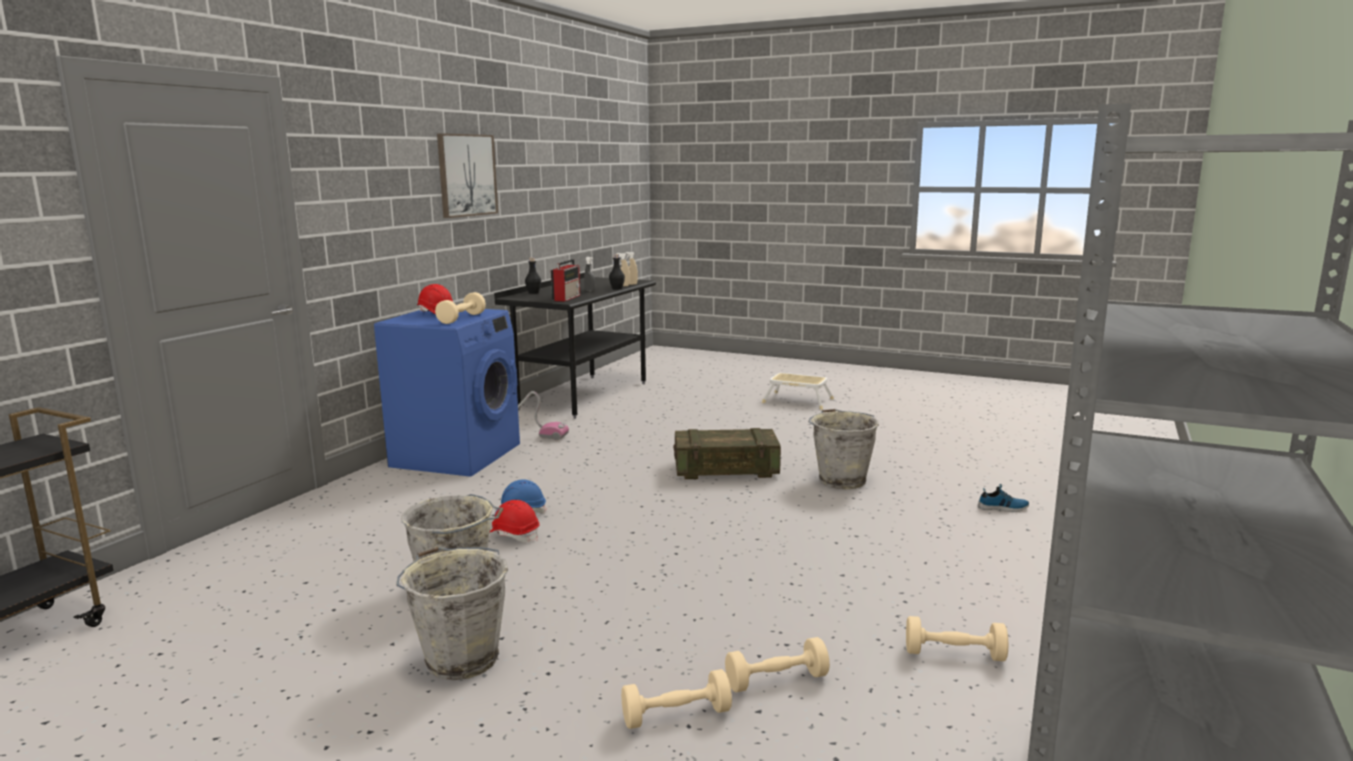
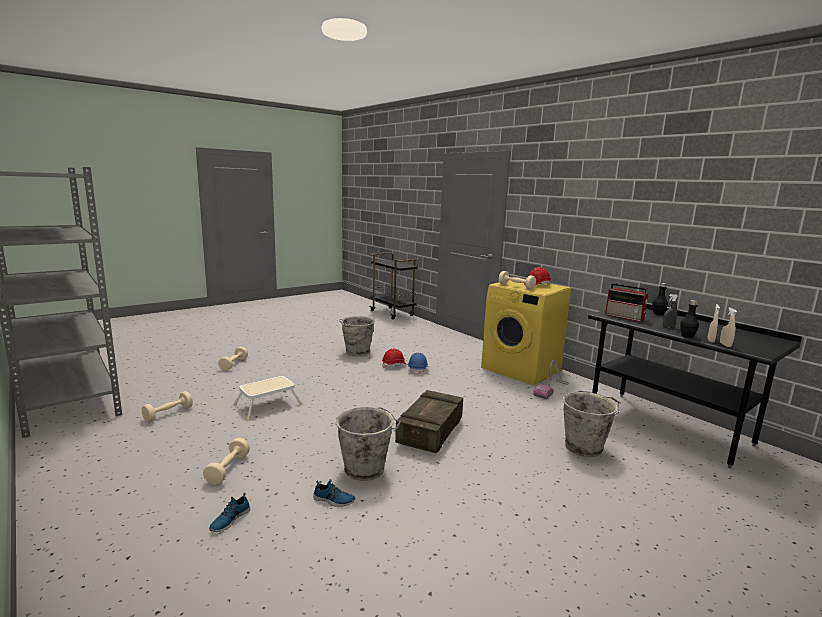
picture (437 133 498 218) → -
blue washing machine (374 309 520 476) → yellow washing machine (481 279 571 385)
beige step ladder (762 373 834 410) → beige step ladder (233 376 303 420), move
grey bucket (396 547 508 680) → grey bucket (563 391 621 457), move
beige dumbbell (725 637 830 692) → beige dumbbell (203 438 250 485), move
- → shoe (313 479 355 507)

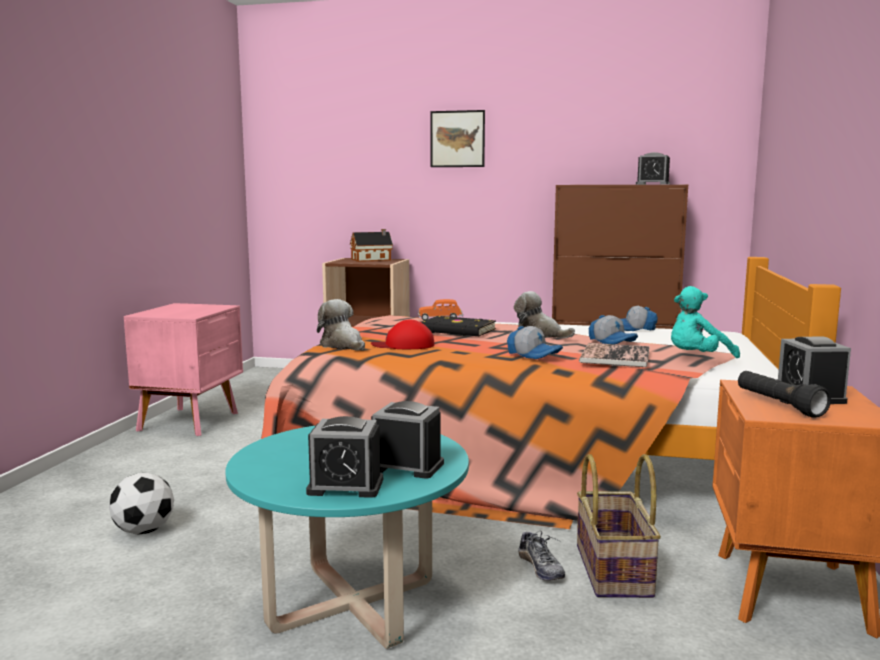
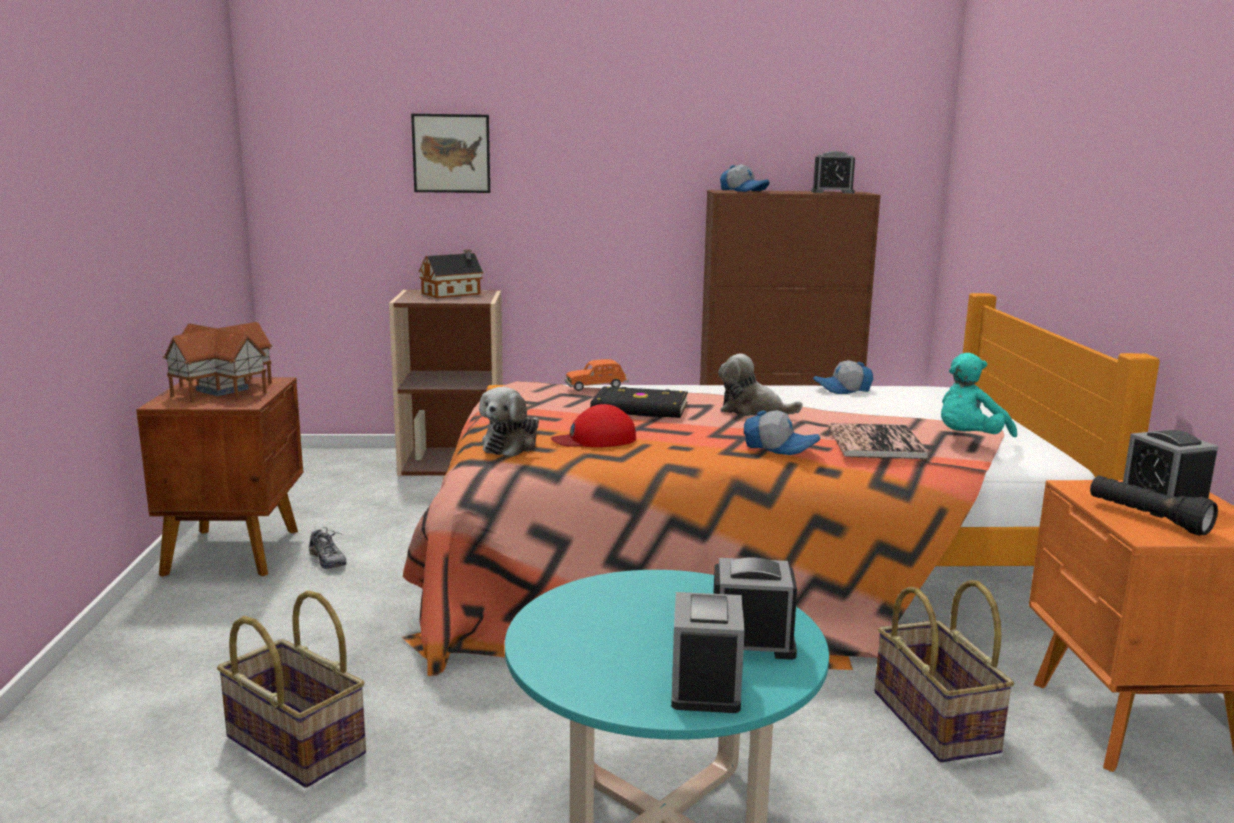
picture (430 110 485 167) → picture (411 114 490 193), move
plush toy (317 299 365 350) → plush toy (479 387 539 457), 105 degrees counterclockwise
pink nightstand (124 303 243 436) → brown nightstand (136 377 303 577)
cap (589 315 638 344) → cap (720 164 770 192), move
alarm clock (306 416 383 498) → alarm clock (671 592 745 713), 75 degrees counterclockwise
football (109 473 174 535) → basket (217 590 366 788)
shoe (518 528 565 581) → shoe (309 527 347 569), move
- → toy house (163 322 272 402)

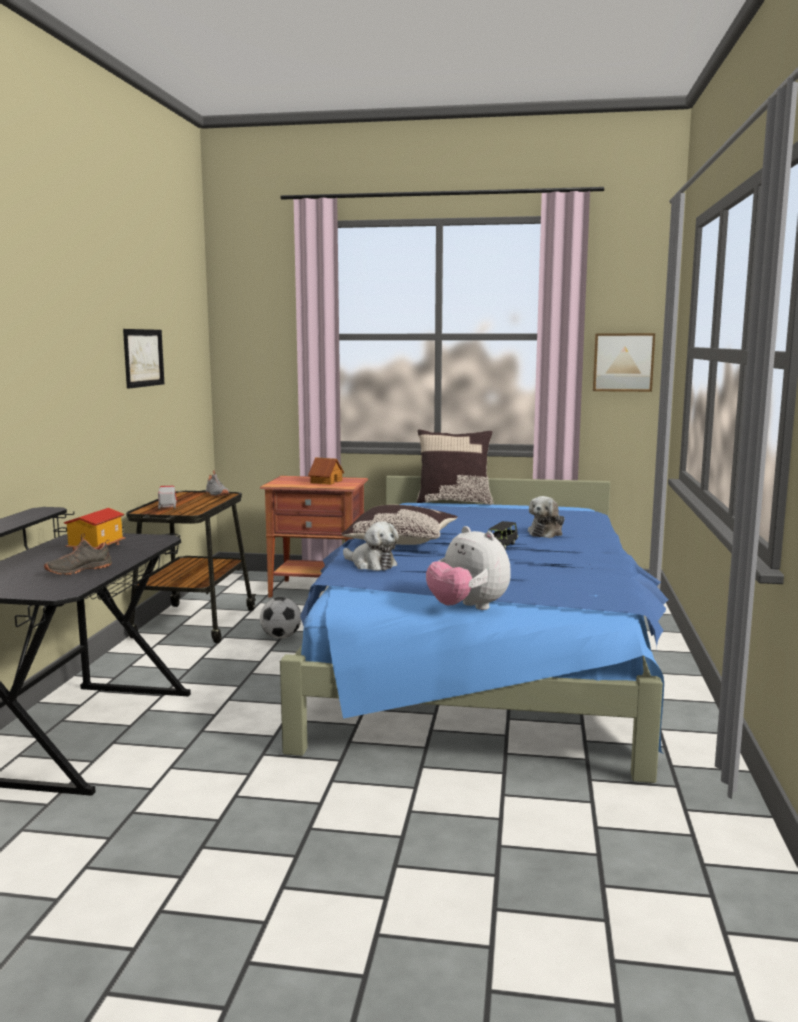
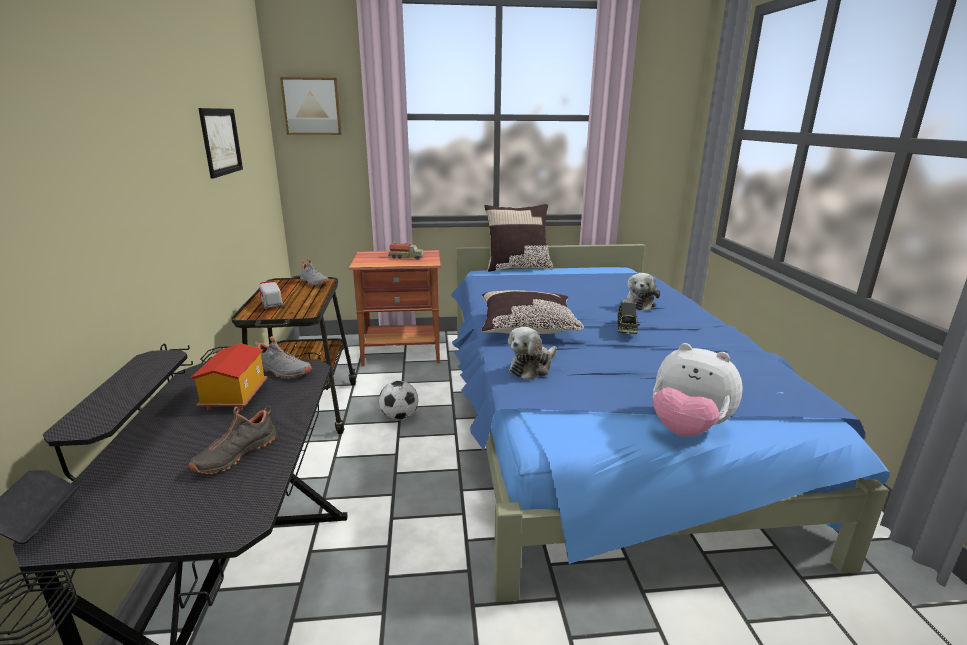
picture (593 333 655 392) → picture (280 77 342 135), move
toy house (308 457 344 485) → toy truck (388 242 424 260)
plush toy (343 522 399 571) → plush toy (508 327 557 380), 105 degrees clockwise
- → grey shoe (255 336 312 379)

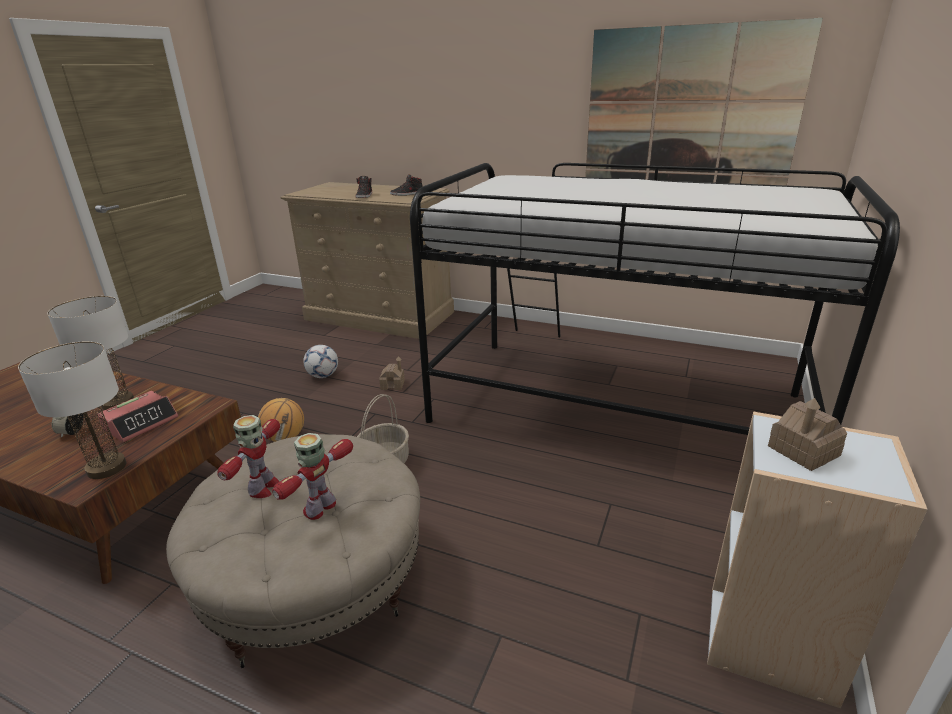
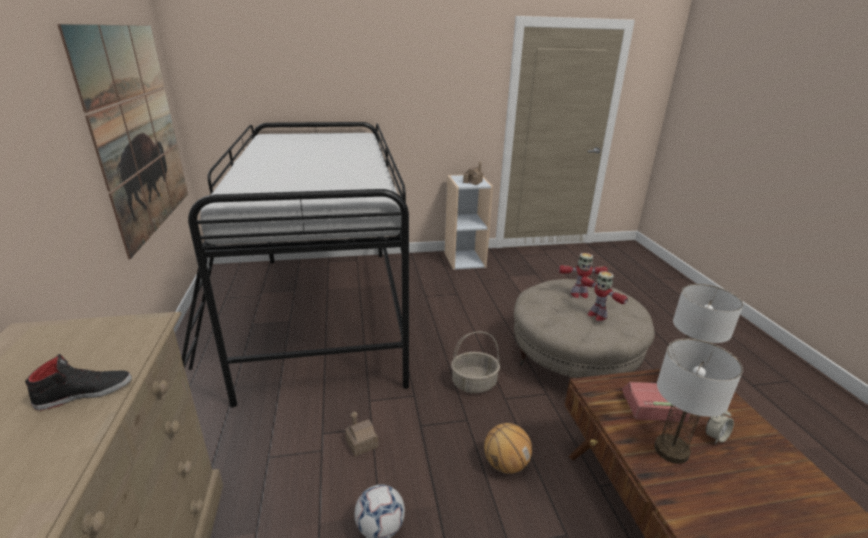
black shoe (390 174 423 196) → -
toy robot (217 415 280 498) → toy robot (581 271 628 321), 105 degrees counterclockwise

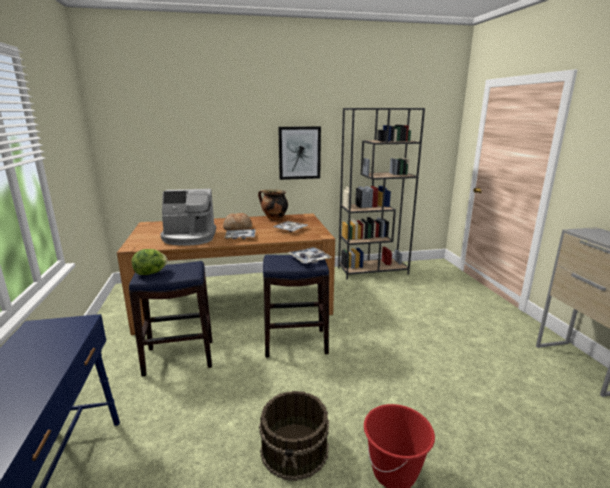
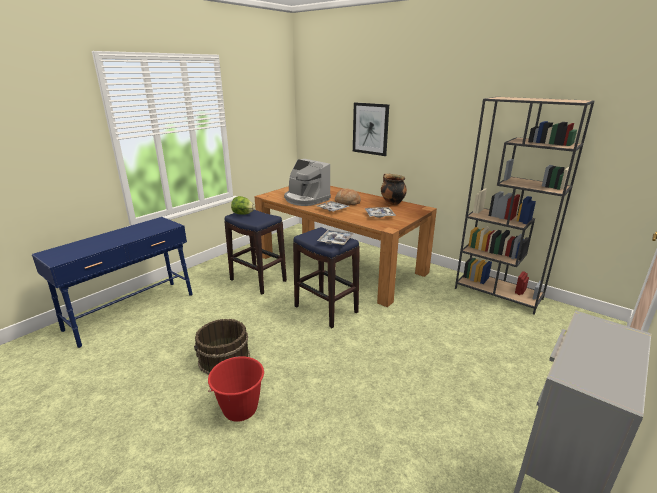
picture (278 126 321 180) → picture (353 102 389 156), move

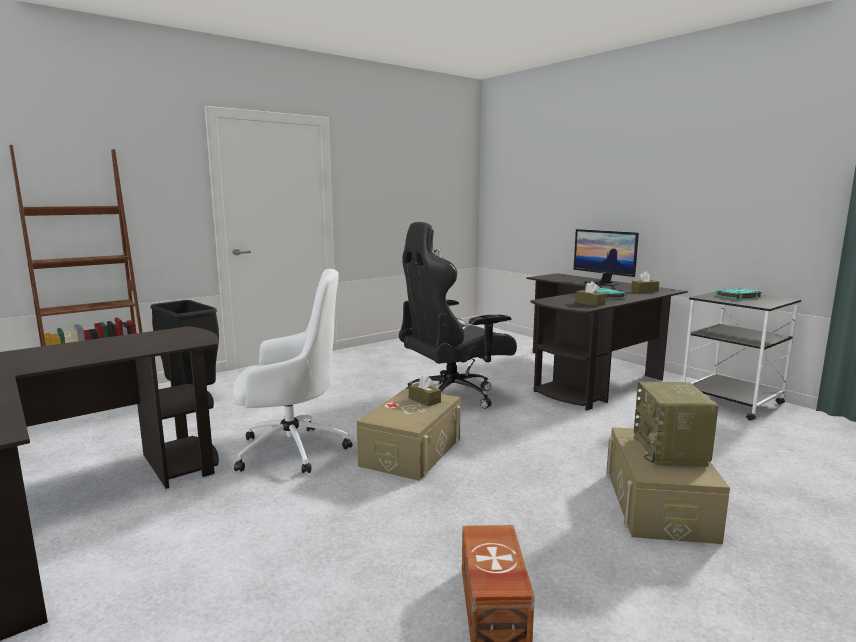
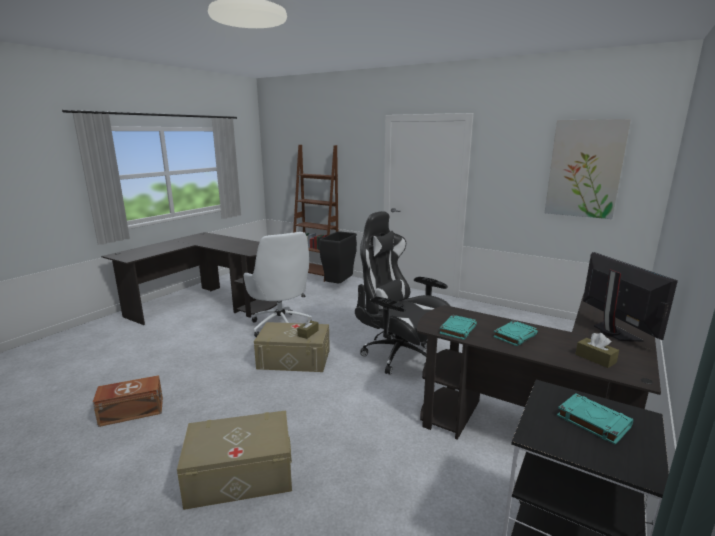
monitor (574 229 639 287) → monitor (583 252 678 342), 135 degrees clockwise
brown tissue box (575 281 606 306) → turquoise book (439 315 477 340)
radio (634 382 719 467) → -
- → picture (545 119 631 219)

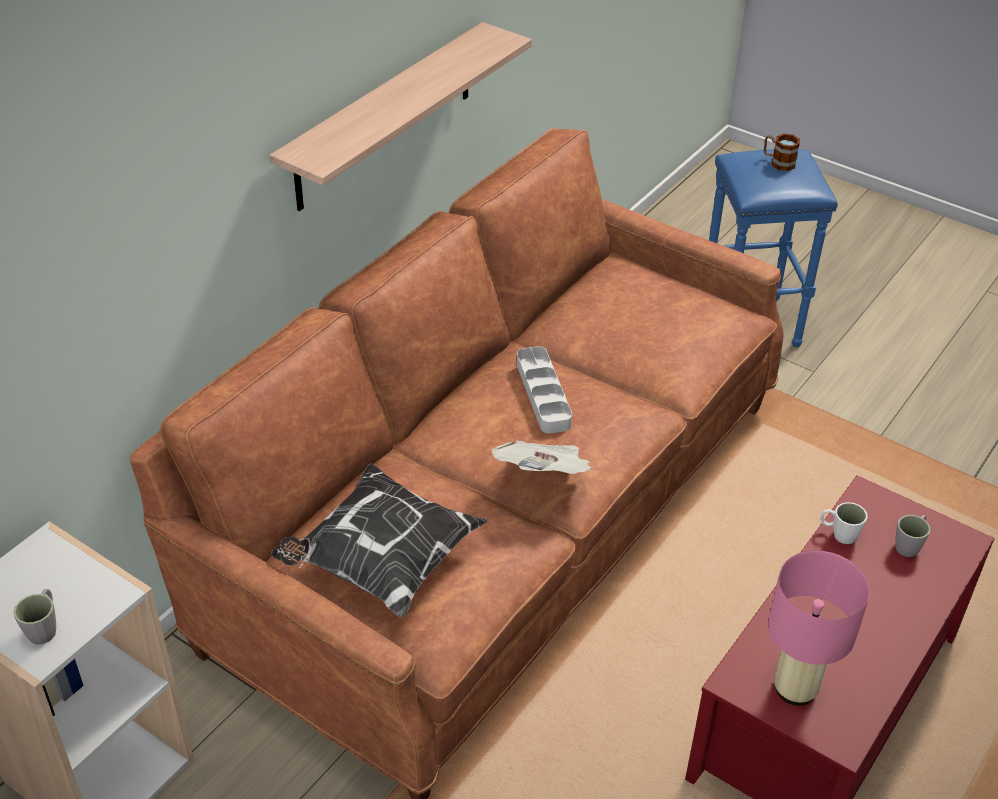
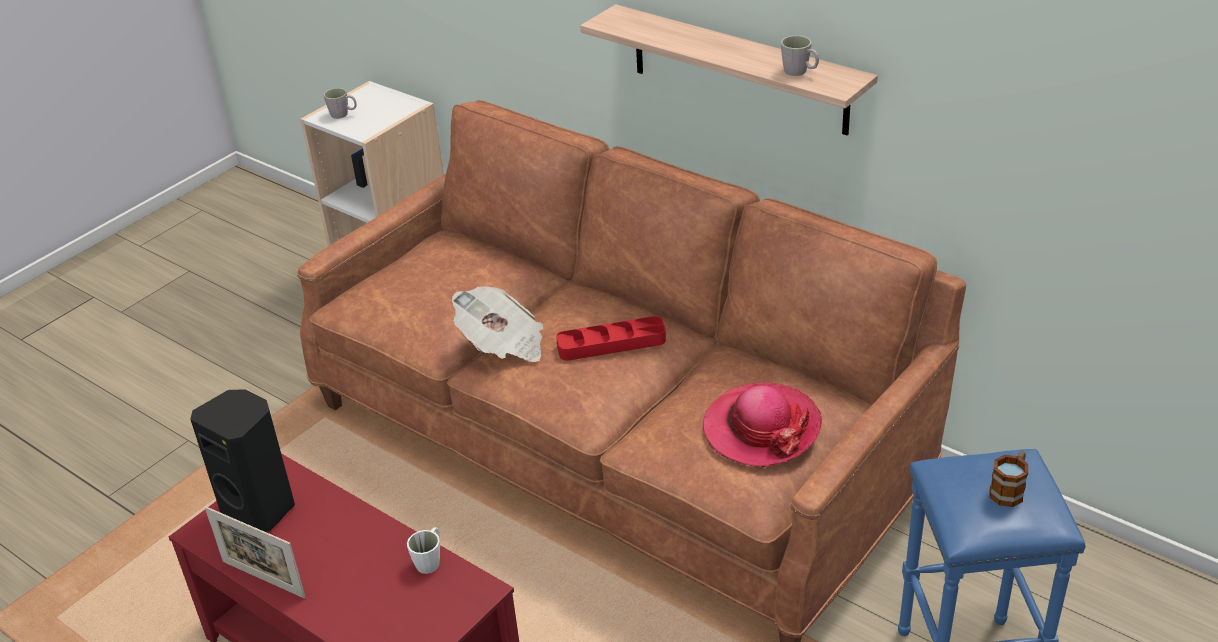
grey tray (517 346 572 433) → red tray (556 316 666 361)
pillow (271 464 488 617) → -
grey mug (895 515 931 557) → grey mug (781 35 819 76), move
pink table lamp (768 550 870 706) → black speaker (190 389 295 532)
- → hat (703 383 822 467)
- → picture frame (205 507 306 598)

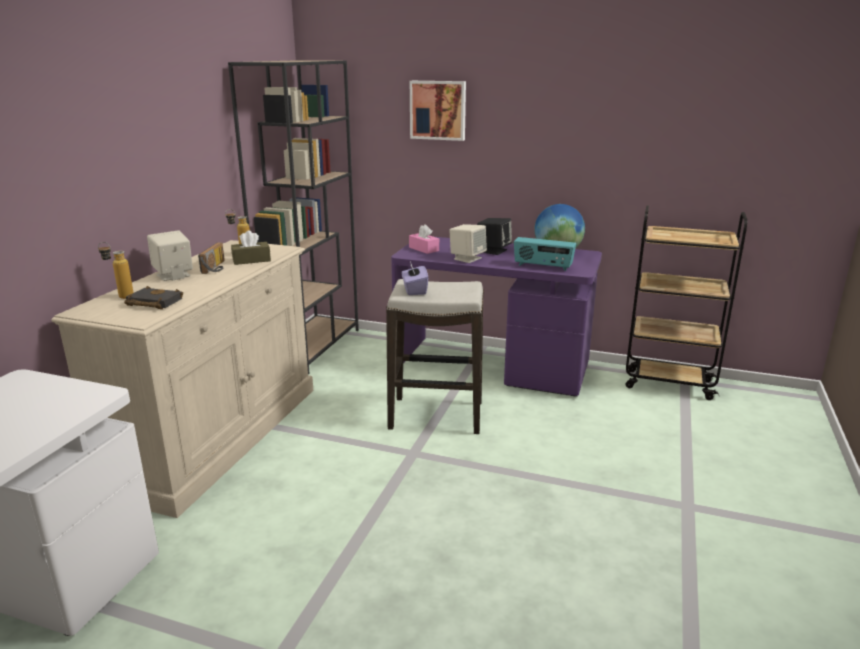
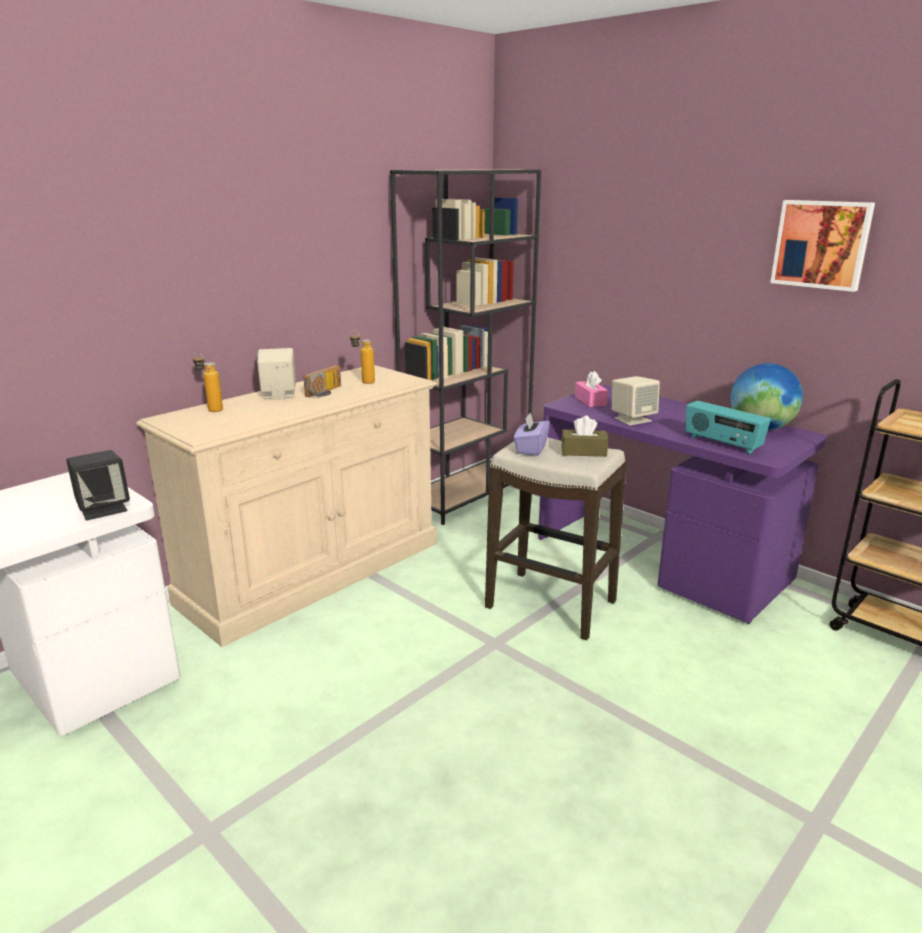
picture (410 81 466 141) → picture (770 200 875 292), move
black speaker (477 218 512 255) → black speaker (66 450 130 520), move
brown tissue box (231 230 271 265) → brown tissue box (561 416 608 457), move
black book (124 286 183 309) → -

